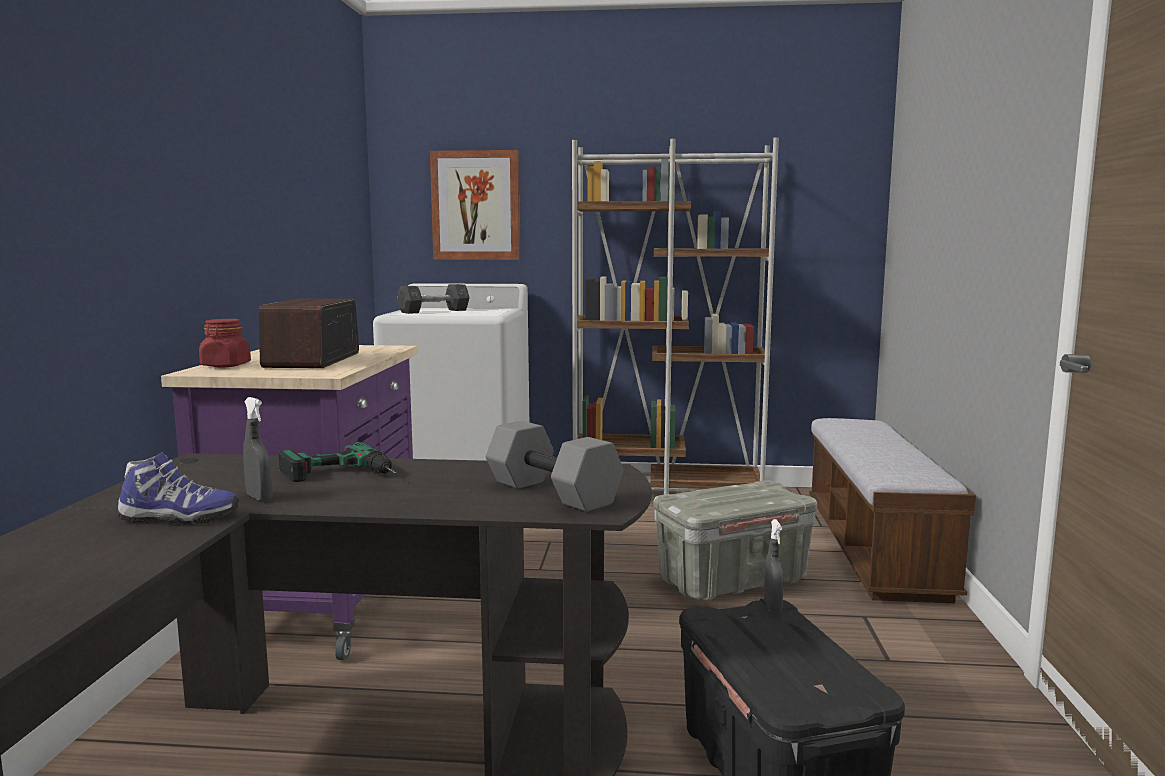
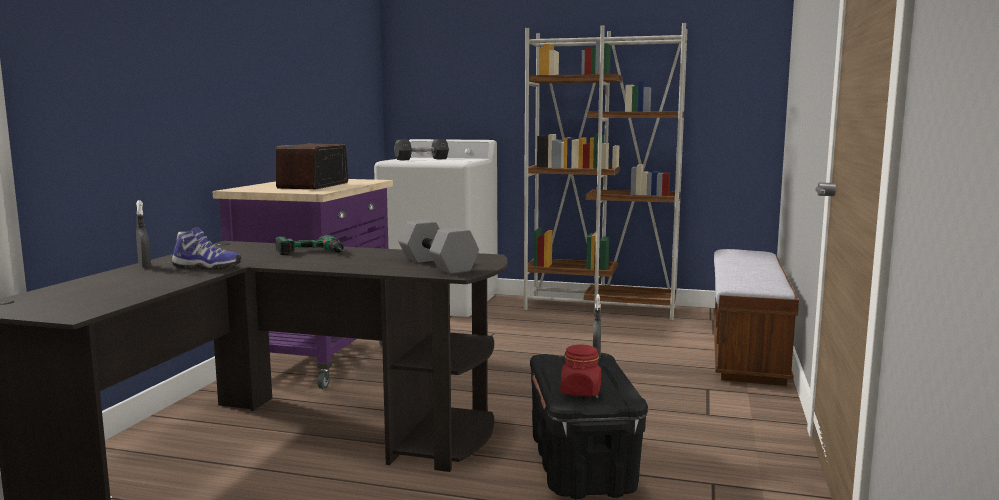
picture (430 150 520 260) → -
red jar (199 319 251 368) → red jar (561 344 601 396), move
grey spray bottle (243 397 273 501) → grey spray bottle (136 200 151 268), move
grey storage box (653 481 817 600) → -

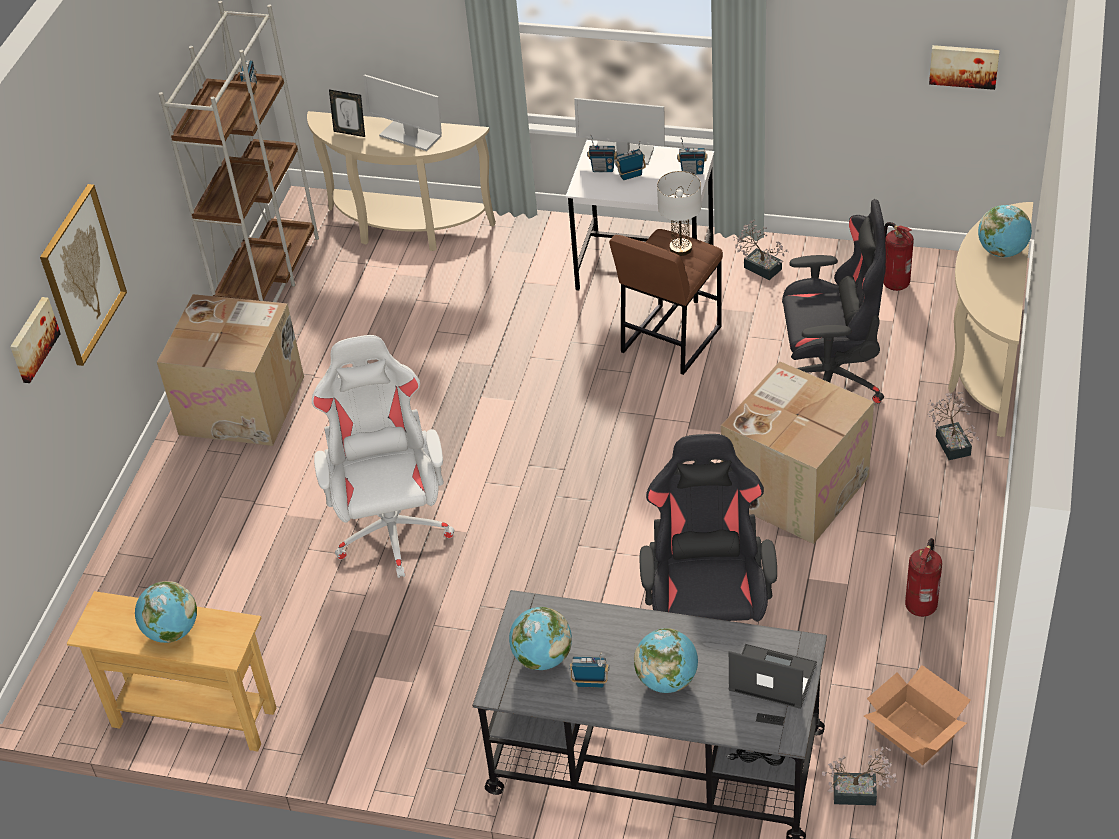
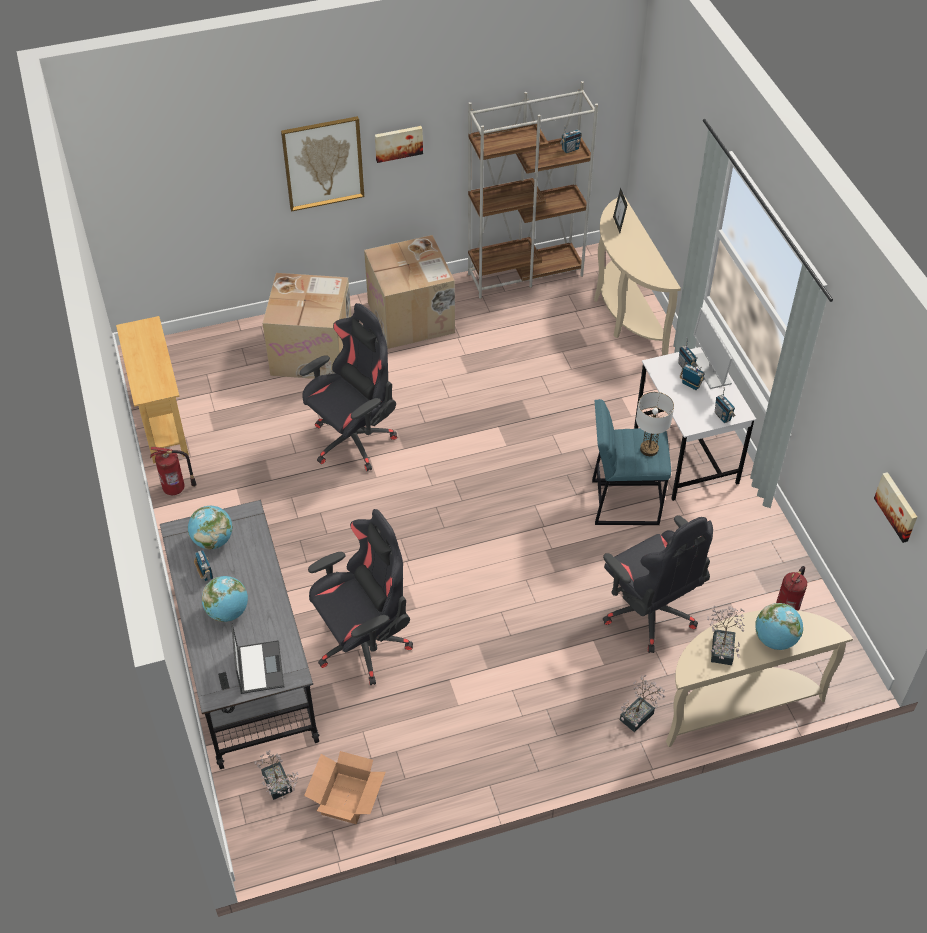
monitor (363 74 442 151) → -
potted plant (733 220 789 280) → potted plant (707 606 745 665), move
brown stool (609 229 723 375) → blue stool (592 399 671 525)
picture (10 297 61 383) → picture (375 126 423 163), move
white office chair (312 335 454 578) → black office chair (300 303 397 471)
cardboard box (721 361 874 544) → cardboard box (262 273 351 379), move
fire extinguisher (905 538 942 617) → fire extinguisher (150 447 197 495), move
globe (135 581 197 643) → -

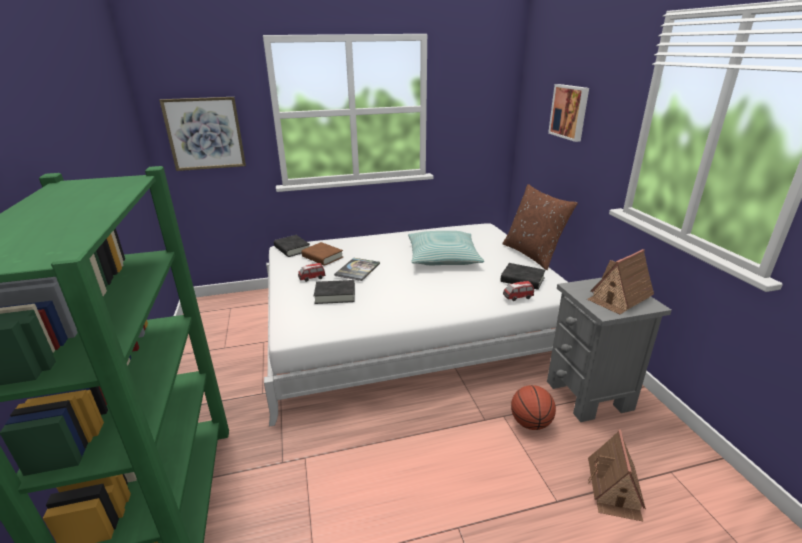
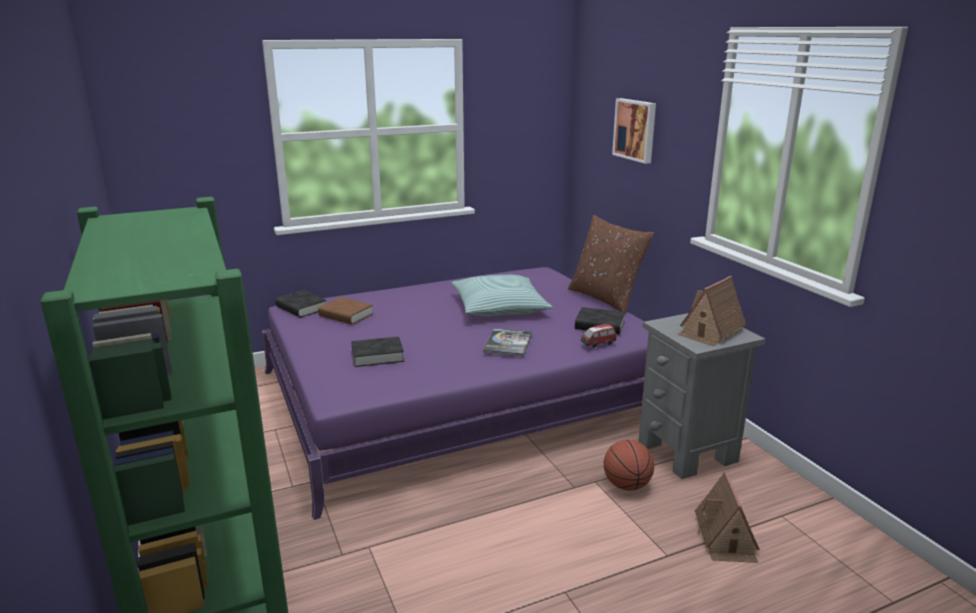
picture (159 97 246 171) → -
white bed (264 223 567 427) → purple bed (262 267 649 520)
book (334 258 380 281) → book (483 329 532 356), move
toy car (298 263 325 282) → -

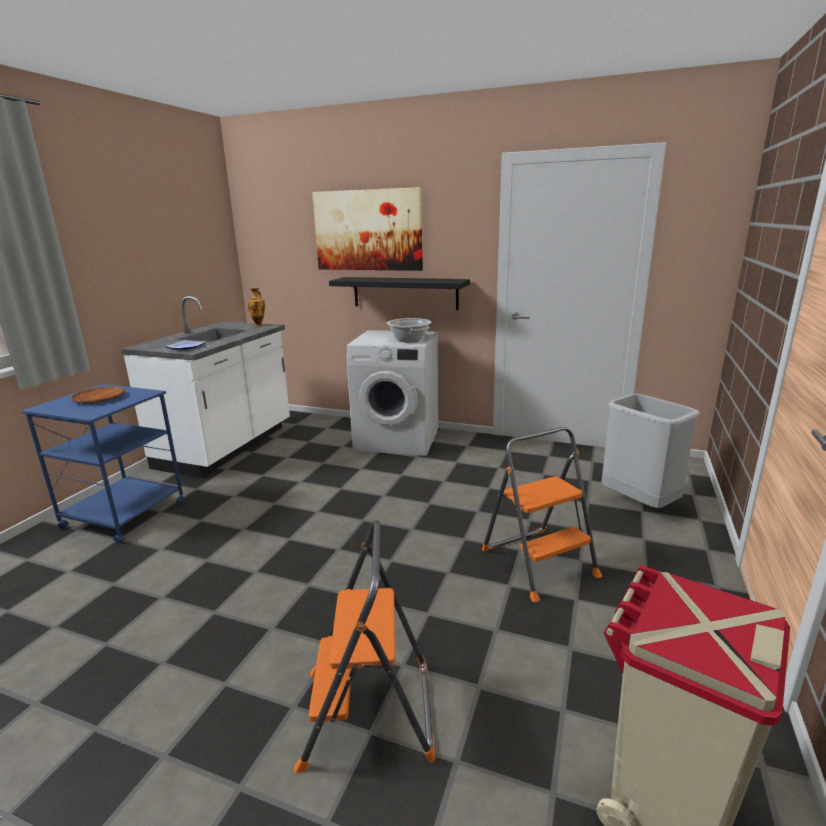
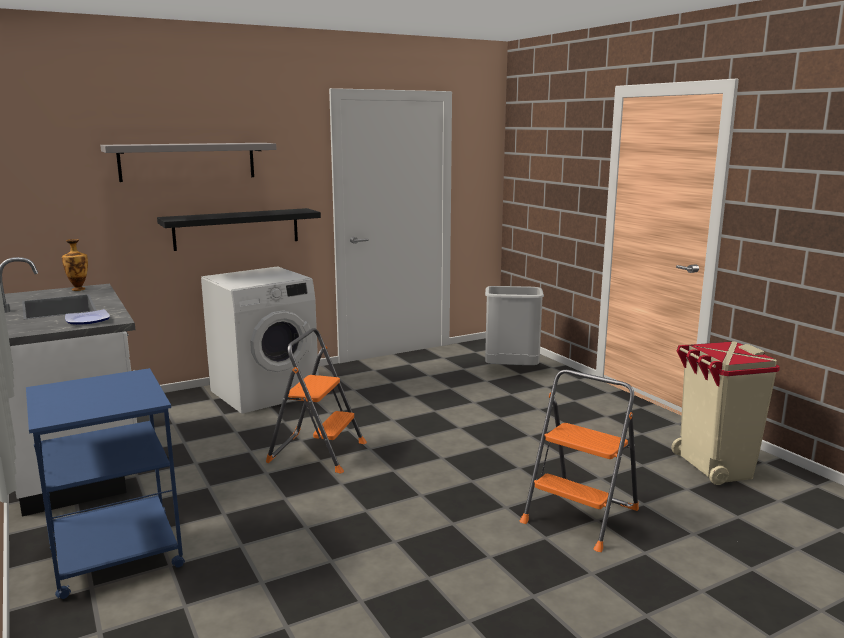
picture (312 187 423 271) → grey shelf (100 143 277 182)
cooking pot (387 318 431 343) → -
brown plate (71 386 125 403) → -
orange step ladder (482 427 602 602) → orange step ladder (266 328 367 474), move

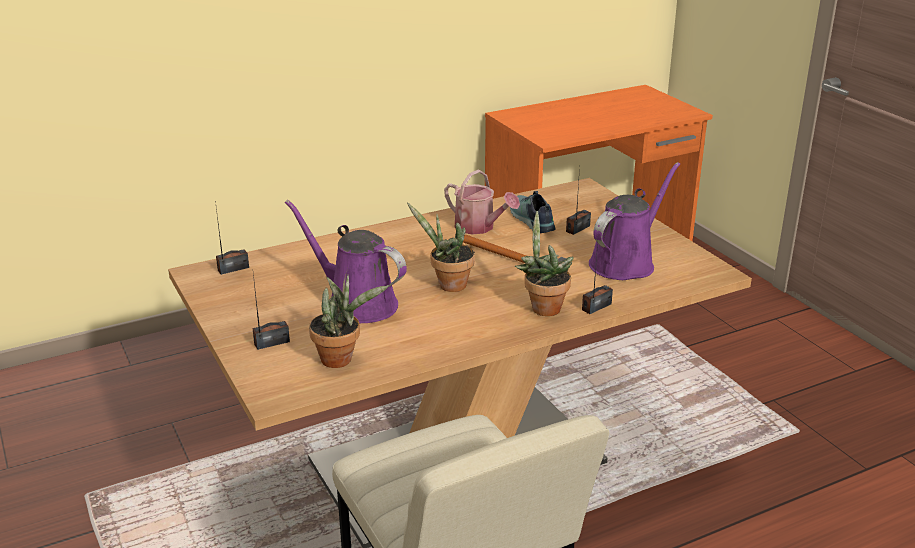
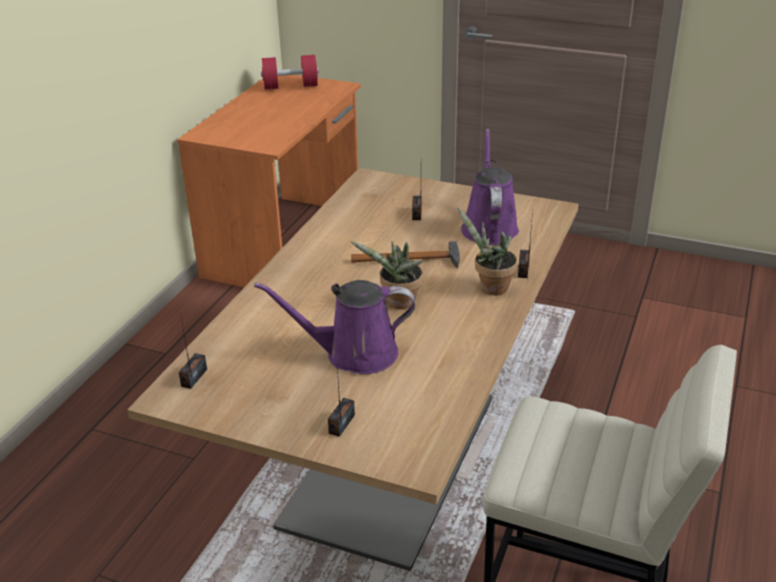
watering can (444 170 520 235) → -
shoe (510 191 556 233) → -
potted plant (309 275 389 368) → -
- → red dumbbell (261 55 319 90)

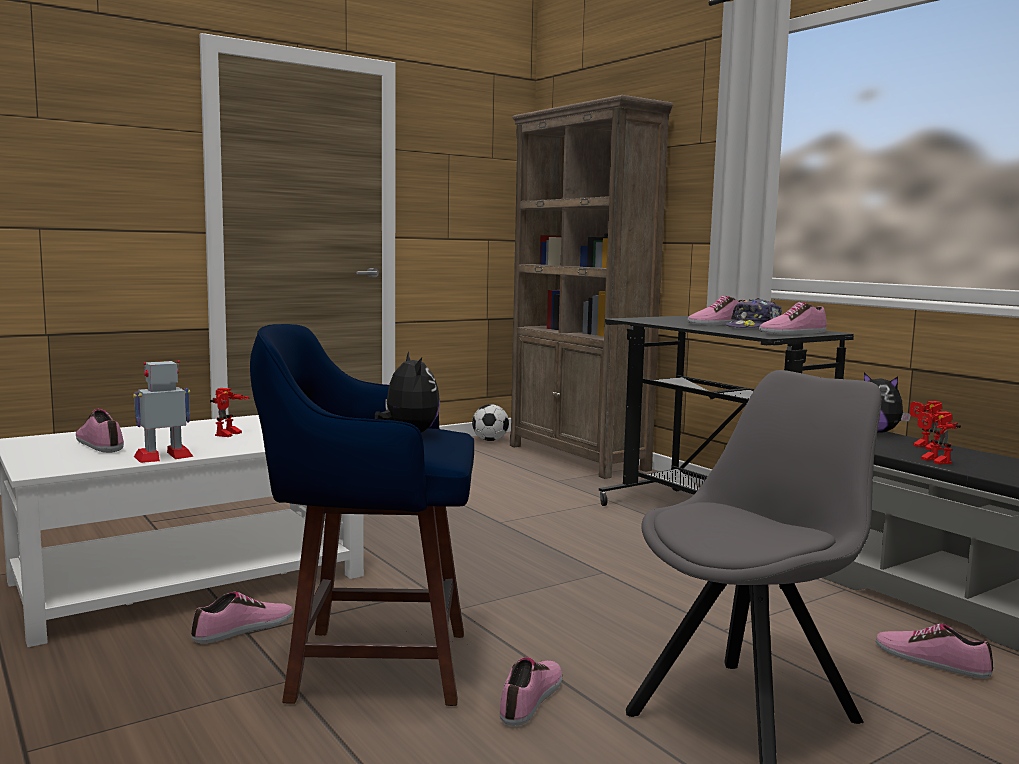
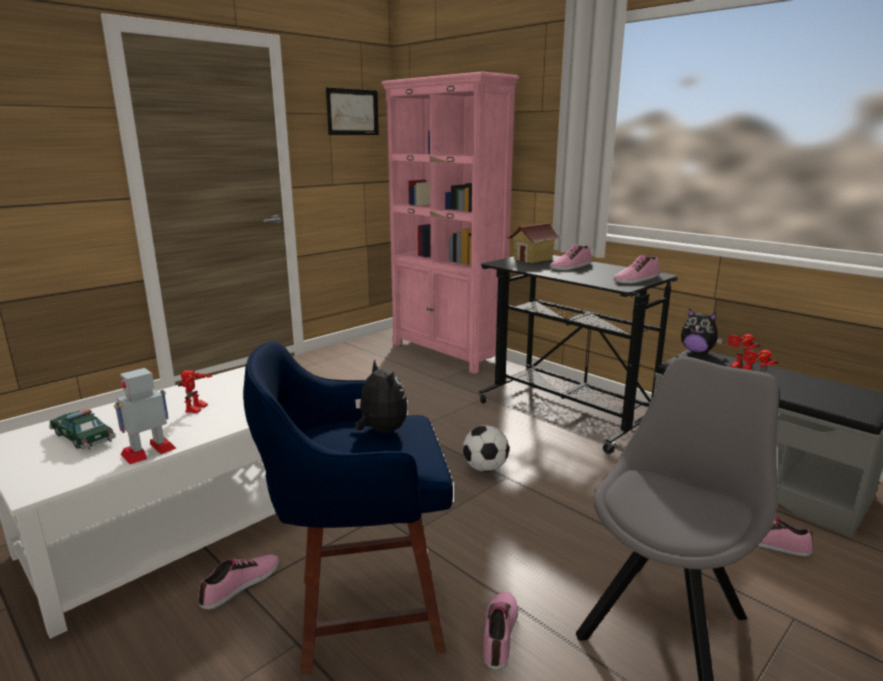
brown bookcase (510 95 673 479) → pink bookcase (381 71 519 374)
cap (725 298 782 328) → -
football (472 404 509 441) → football (463 425 509 472), move
shoe (76 409 124 453) → toy car (49 409 116 450)
- → picture (326 87 379 135)
- → toy house (506 223 562 263)

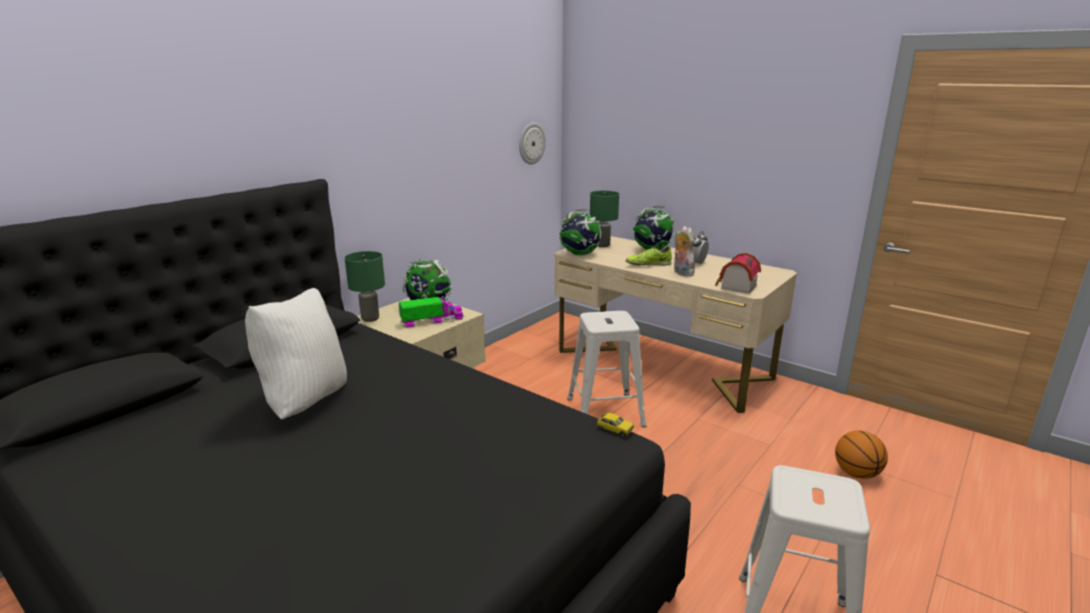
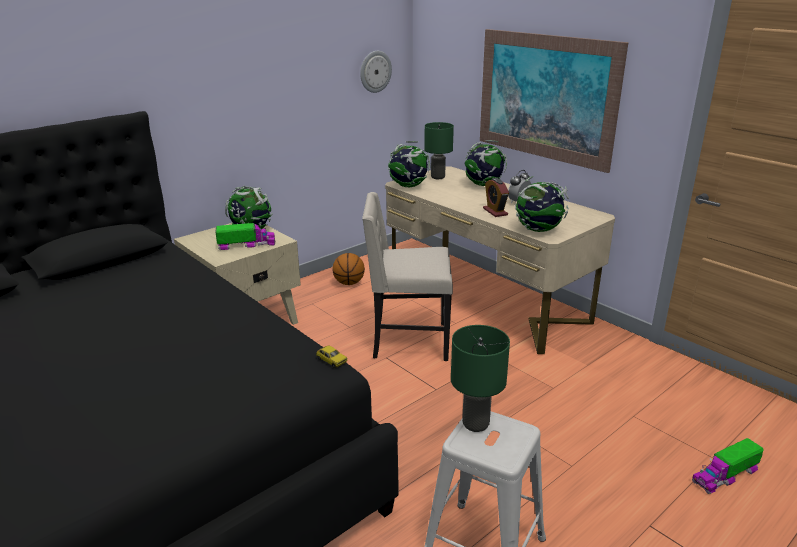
plush toy (674 226 695 277) → alarm clock (483 178 509 217)
shoe (626 246 672 266) → -
green table lamp (345 251 385 322) → green table lamp (451 325 510 432), move
toy house (715 253 761 294) → globe (515 176 569 232)
white pillow (245 288 347 420) → -
white stool (567 311 647 427) → beige chair (362 192 453 361)
basketball (835 431 888 479) → basketball (332 253 365 285), move
- → picture (480 29 628 173)
- → toy truck (692 438 764 494)

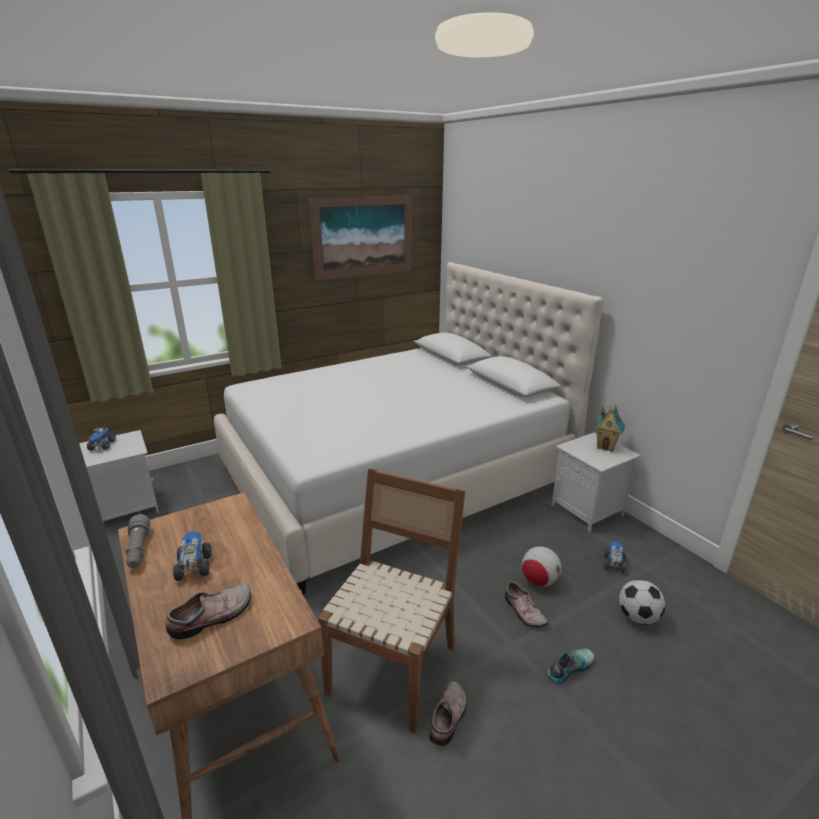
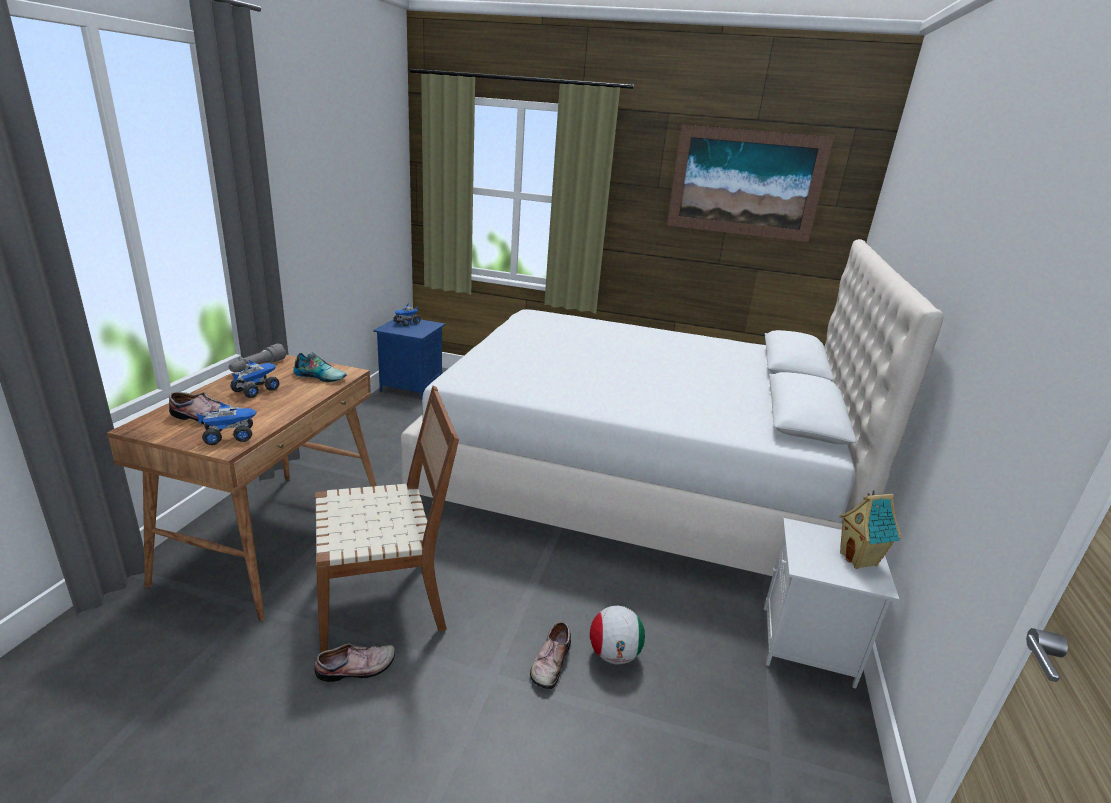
grey nightstand (79 430 159 527) → blue nightstand (373 316 445 400)
toy truck (603 541 626 573) → toy truck (196 402 257 445), move
football (619 580 665 625) → -
shoe (547 648 594 684) → shoe (293 352 347 383), move

